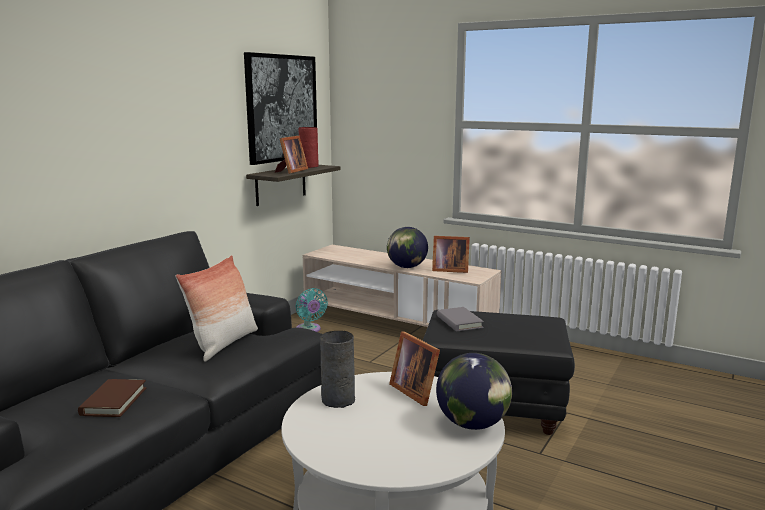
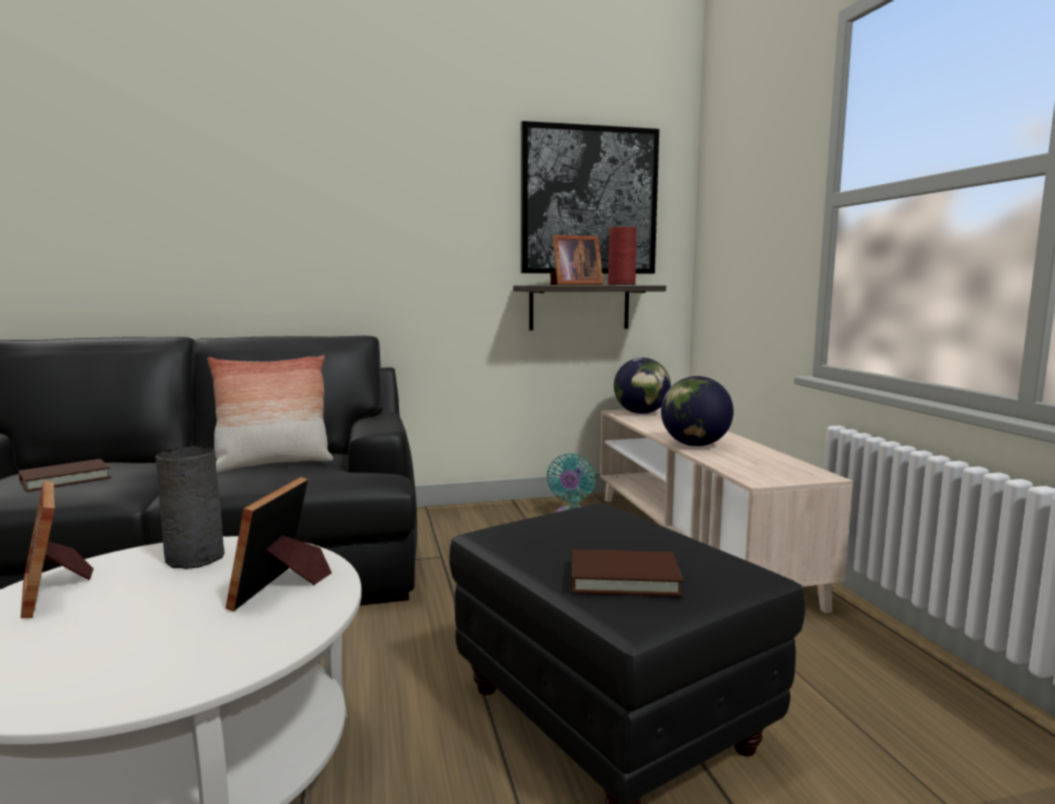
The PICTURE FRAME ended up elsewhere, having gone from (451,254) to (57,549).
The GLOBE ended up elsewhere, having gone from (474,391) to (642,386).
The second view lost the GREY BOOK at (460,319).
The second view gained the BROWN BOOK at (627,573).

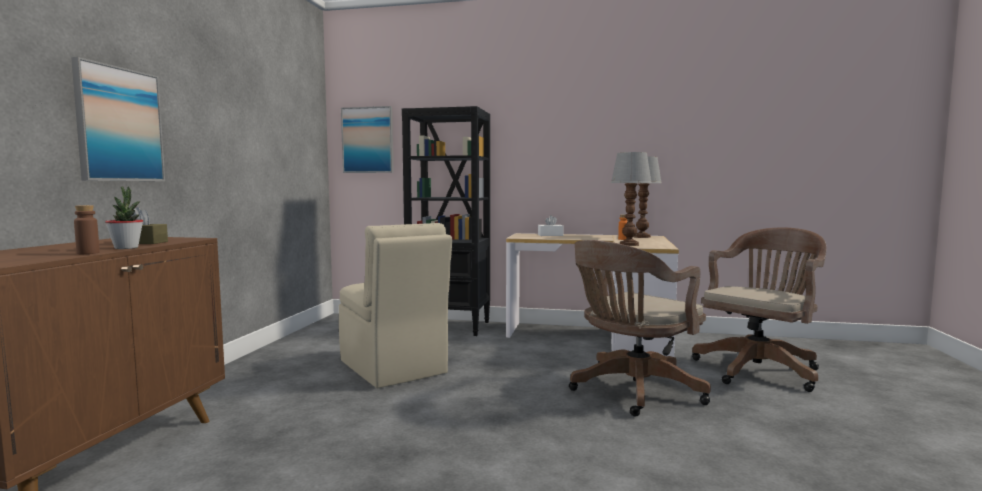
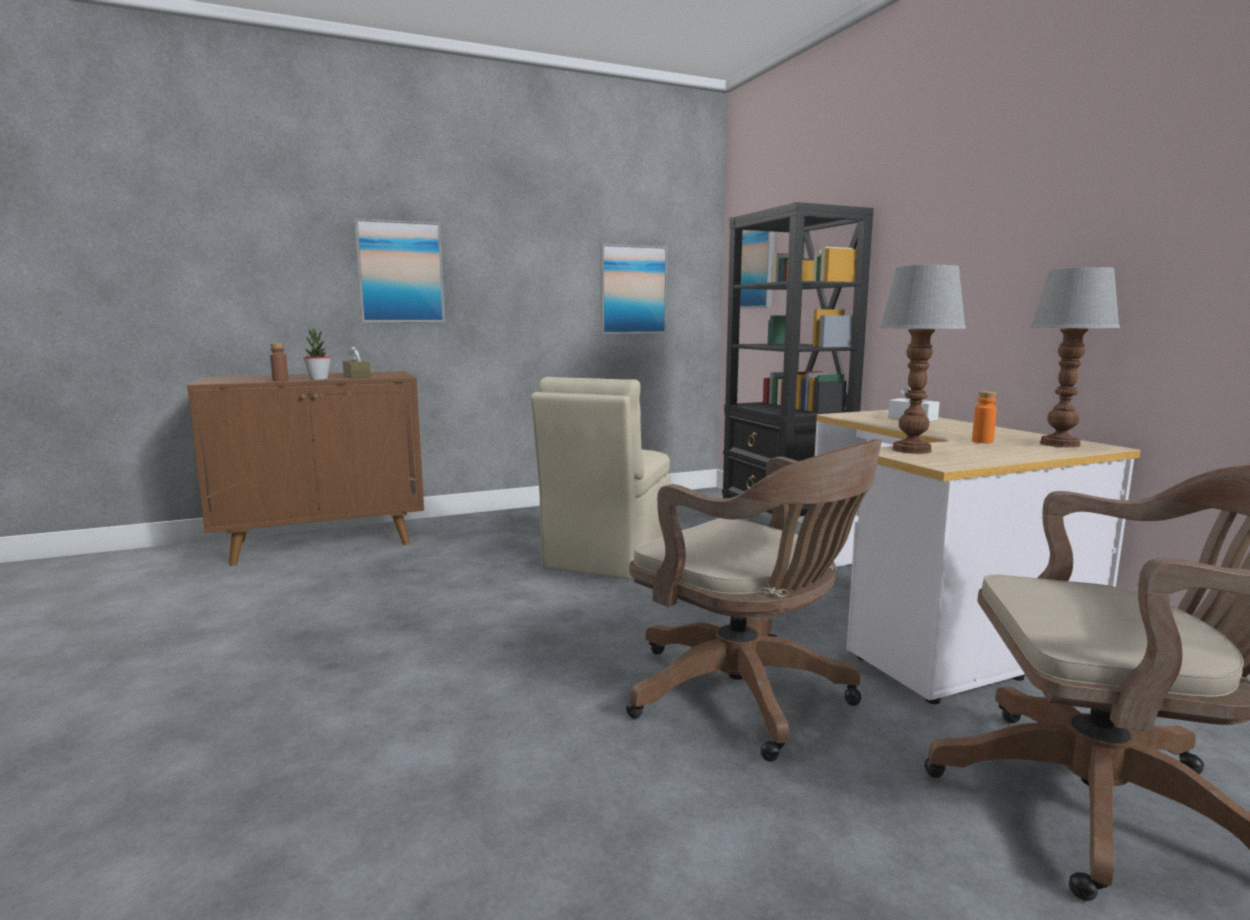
The BROWN OFFICE CHAIR at (640,328) ended up facing another way, 150 degrees counterclockwise from before.
The second view gained the PICTURE at (633,289).

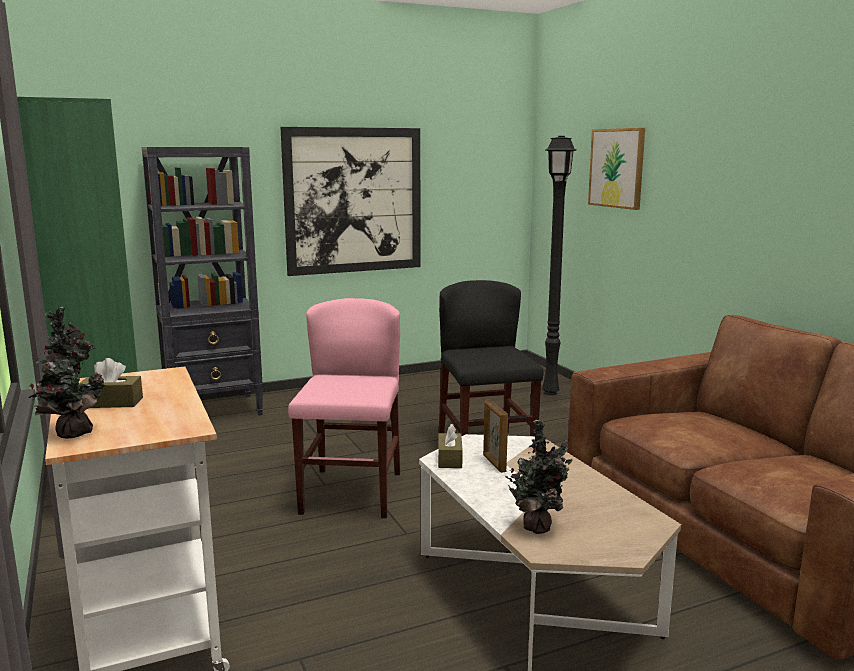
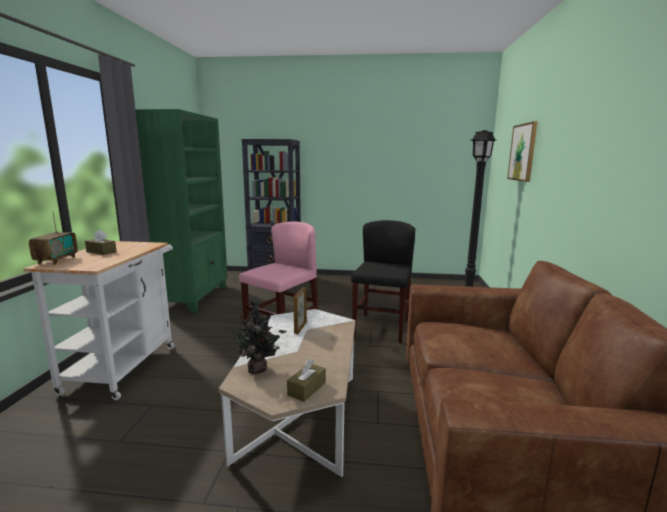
Where the POTTED PLANT stood at (66,372), the RADIO came to stand at (53,238).
The second view lost the PICTURE at (350,201).
The BROWN TISSUE BOX ended up elsewhere, having gone from (450,446) to (306,380).

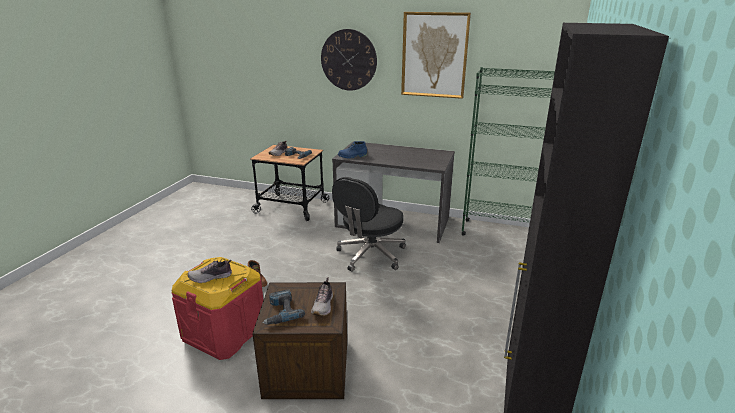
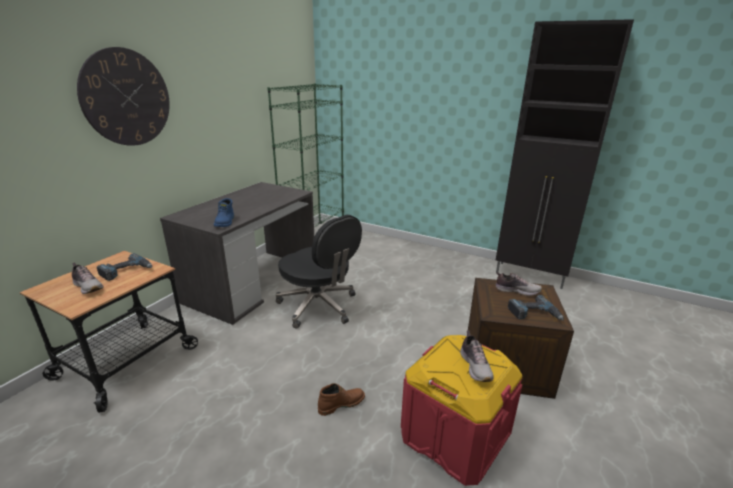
The second view lost the PICTURE at (436,55).

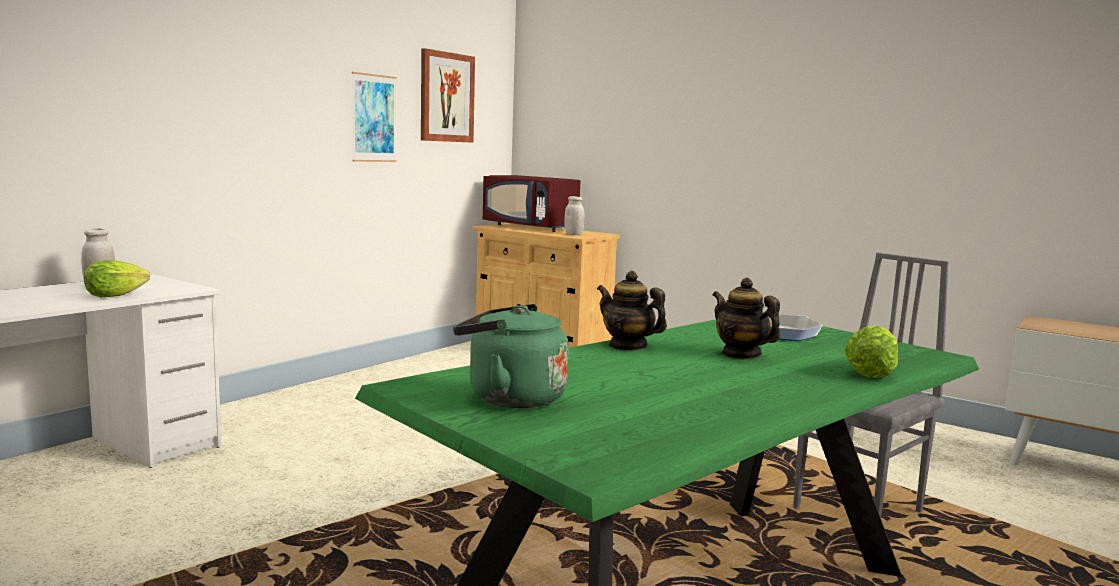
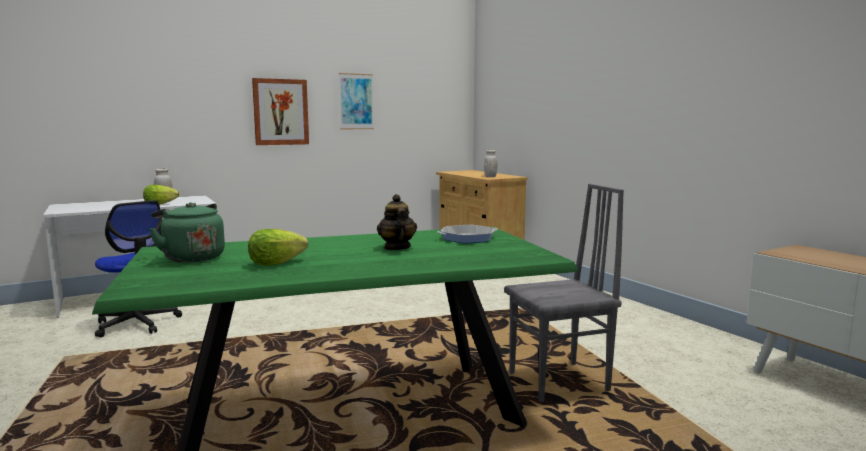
The PICTURE ended up elsewhere, having gone from (448,95) to (280,111).
The second view lost the RED MICROWAVE at (531,203).
The second view lost the TEAPOT at (632,311).
The LETTUCE ended up elsewhere, having gone from (871,352) to (278,247).
The second view gained the OFFICE CHAIR at (138,268).

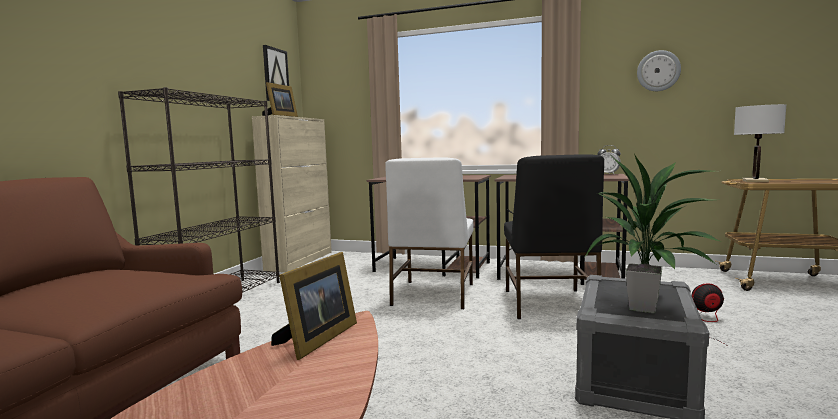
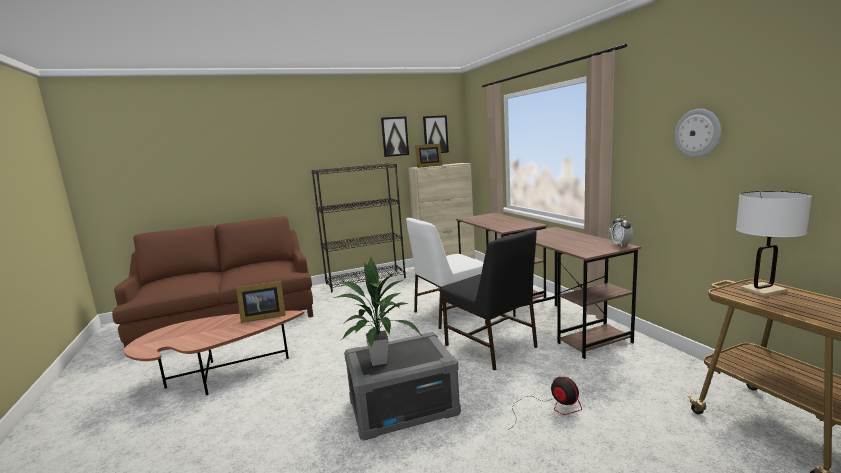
The BLACK CHAIR at (554,236) ended up facing another way, 90 degrees counterclockwise from before.
The second view gained the PICTURE at (395,136).

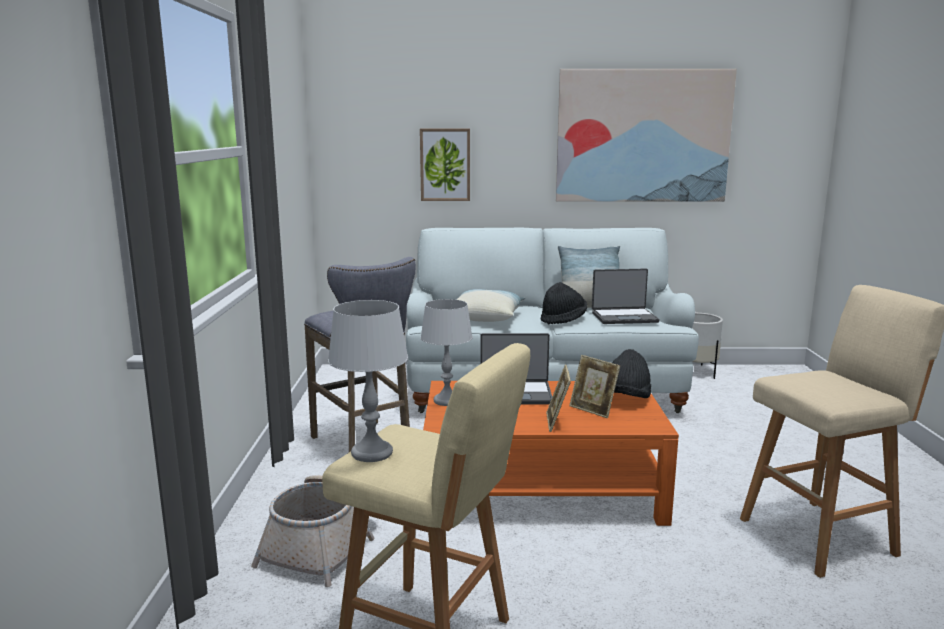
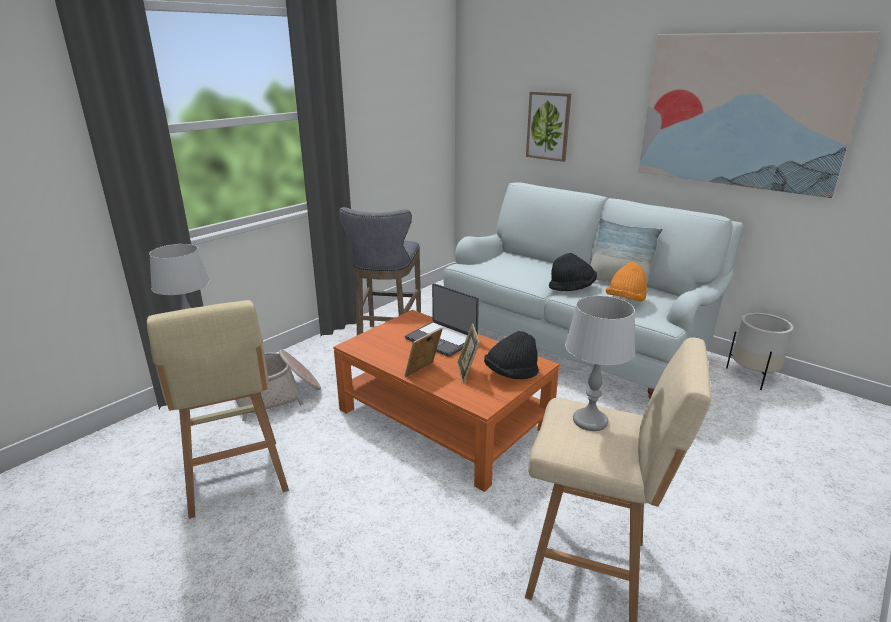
The GREY TABLE LAMP ended up elsewhere, having gone from (446,352) to (600,363).
The second view lost the PILLOW at (490,305).
Where the LAPTOP stood at (626,296), the ORANGE HAT came to stand at (626,281).

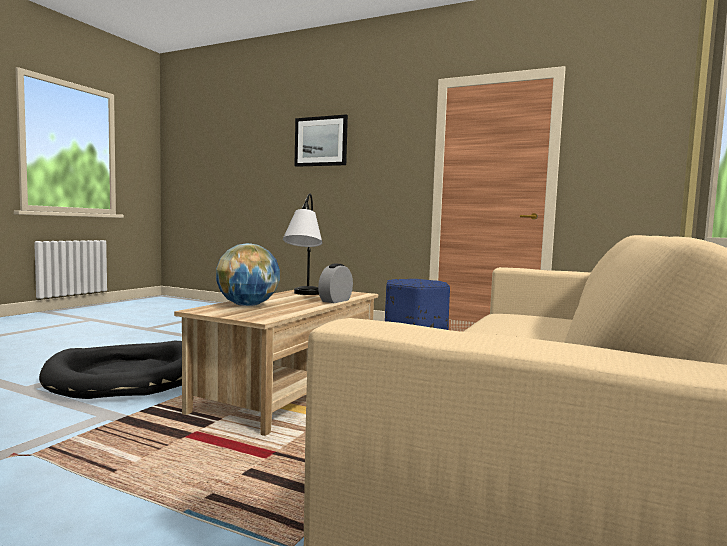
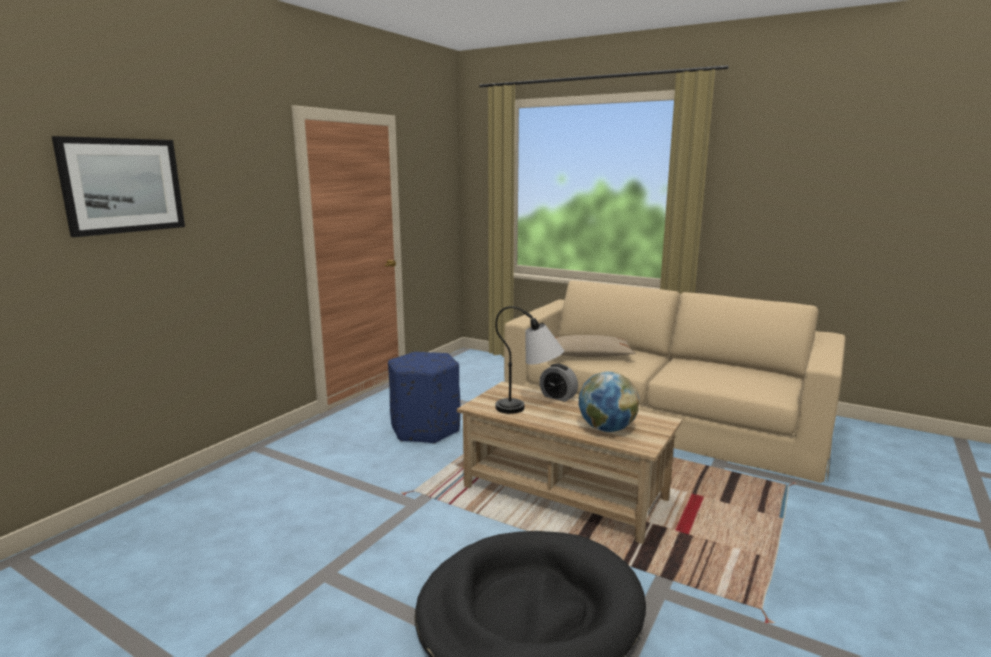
The second view gained the BEIGE PILLOW at (595,346).

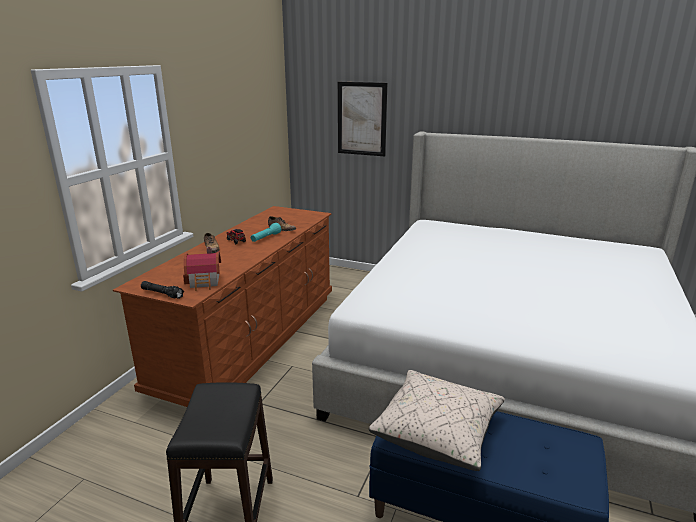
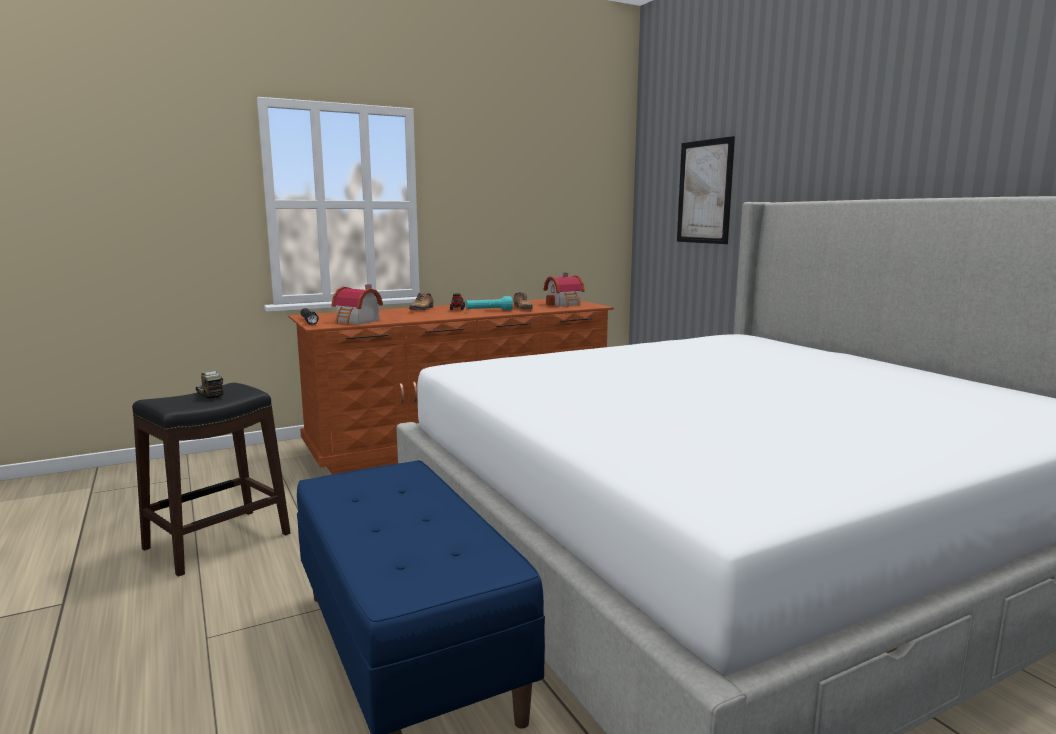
The second view lost the BEIGE PILLOW at (437,420).
The second view gained the TOY TRUCK at (210,385).
The second view gained the TOY HOUSE at (564,290).

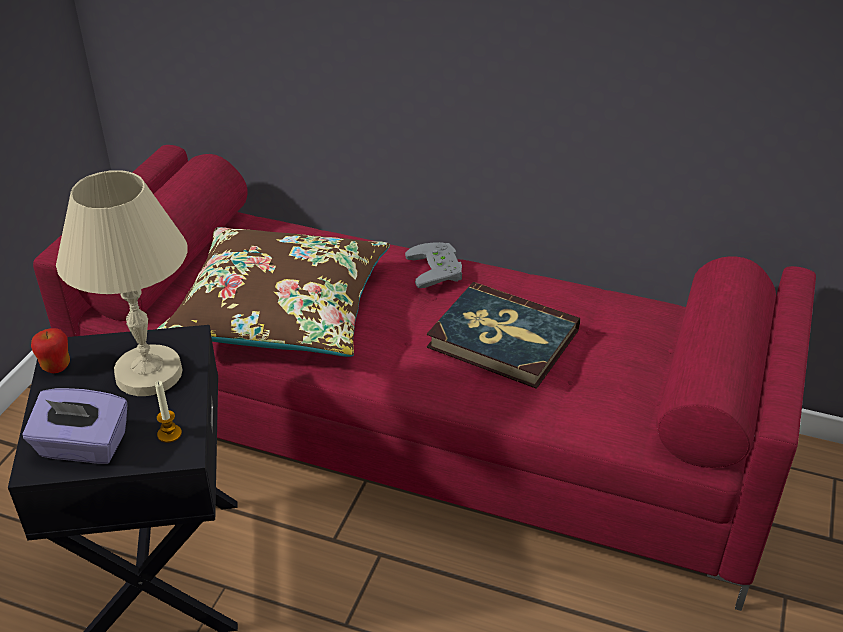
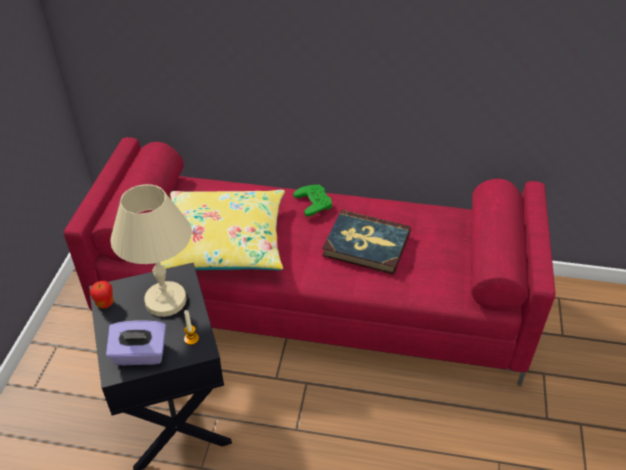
What was the BROWN PILLOW at (273,292) turned into the YELLOW PILLOW at (222,230).
What was the GREY GAME CONTROLLER at (433,265) turned into the GREEN GAME CONTROLLER at (312,201).

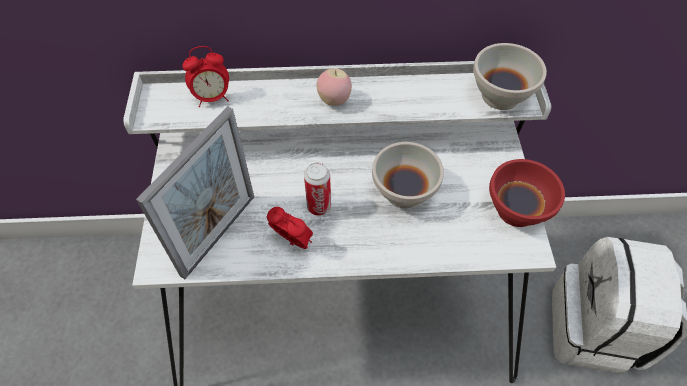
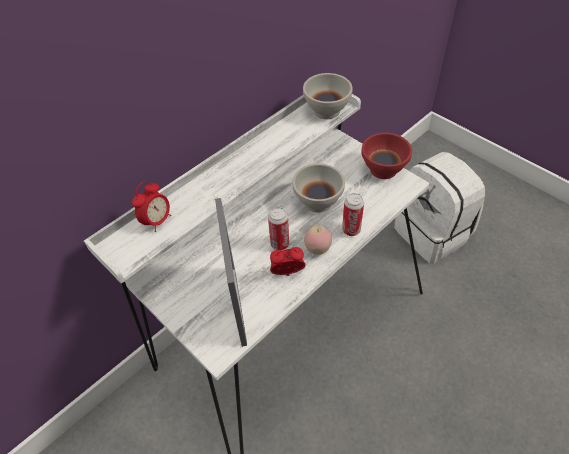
The APPLE ended up elsewhere, having gone from (334,87) to (318,240).
The second view gained the CAN at (353,214).

